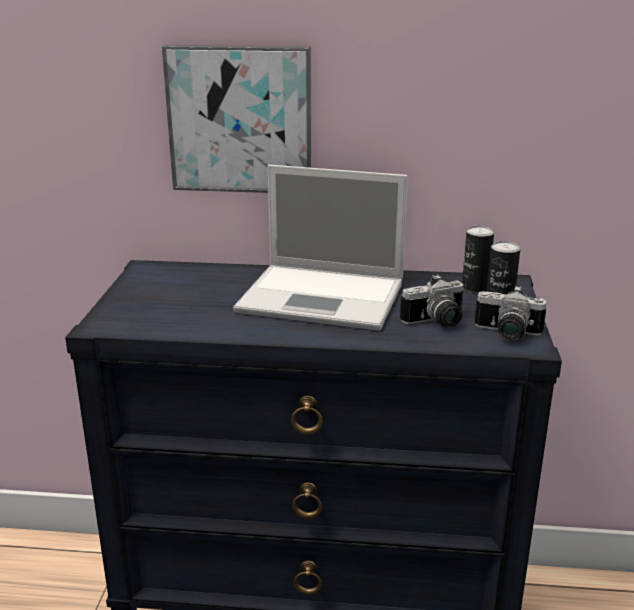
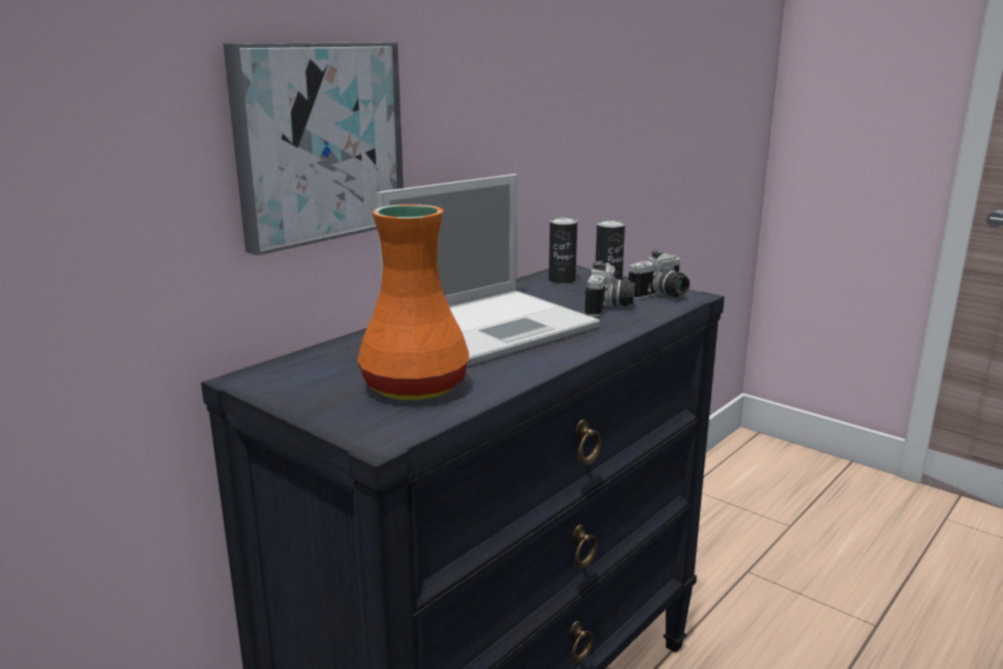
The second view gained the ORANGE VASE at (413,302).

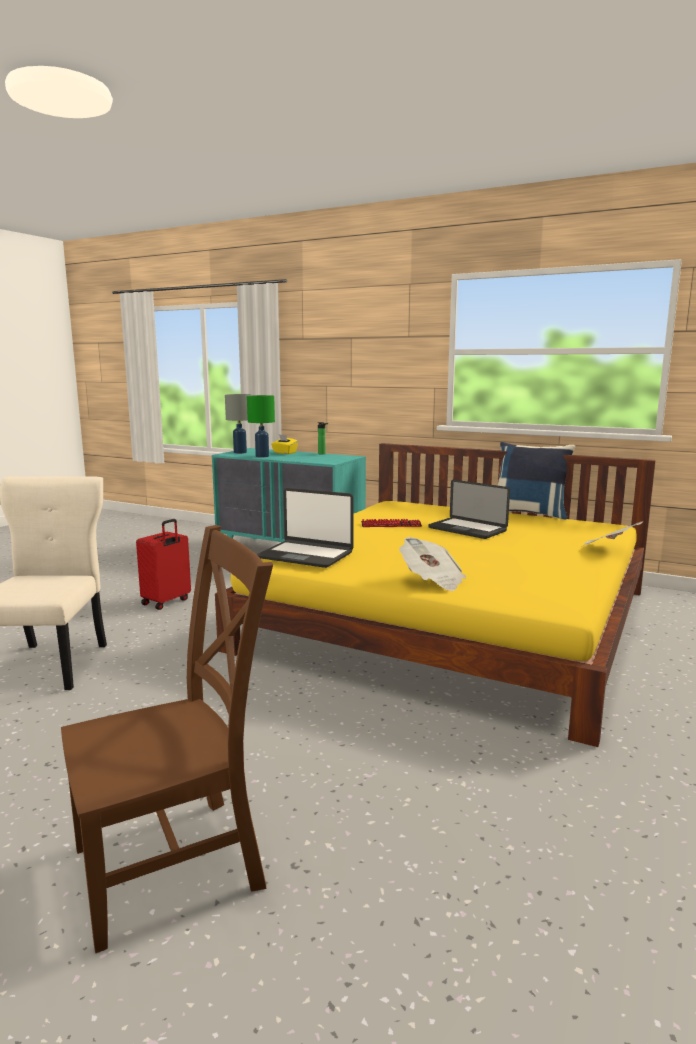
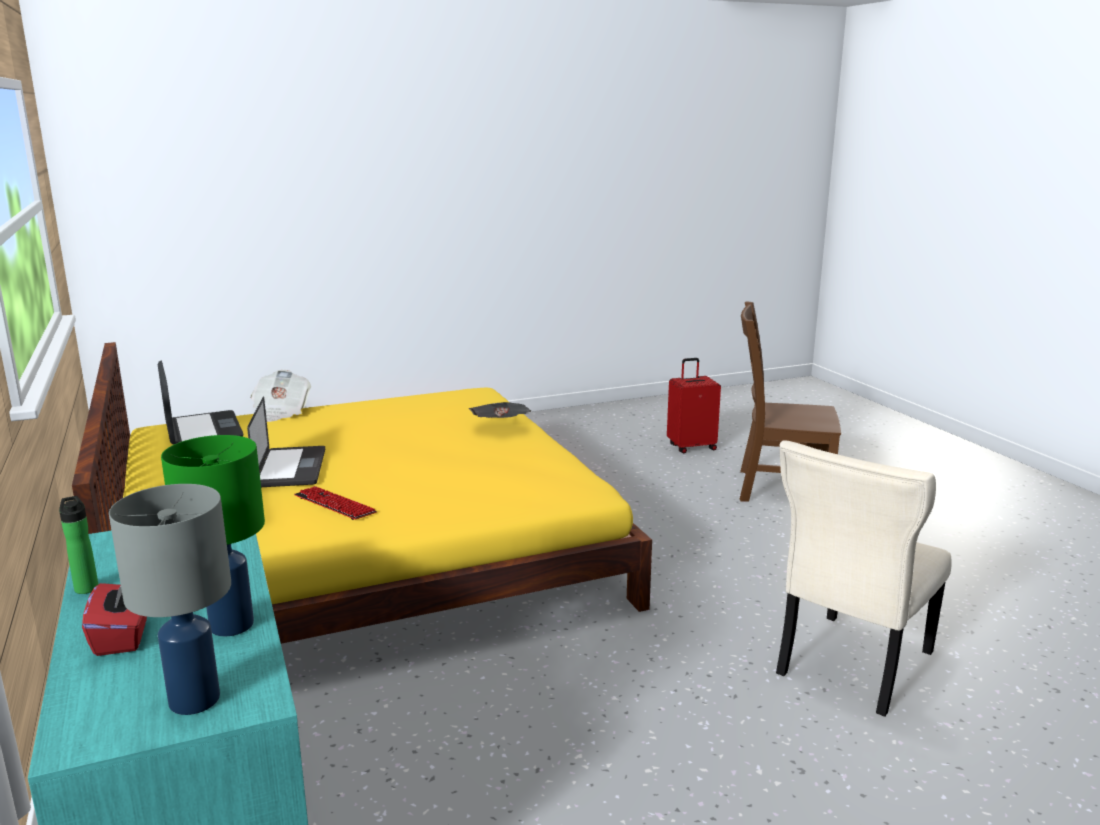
The RED SUITCASE ended up elsewhere, having gone from (163,564) to (694,406).
The LAPTOP ended up elsewhere, having gone from (305,528) to (200,402).
What was the YELLOW TISSUE BOX at (284,444) turned into the RED TISSUE BOX at (114,619).
The second view lost the BLUE PILLOW at (536,481).

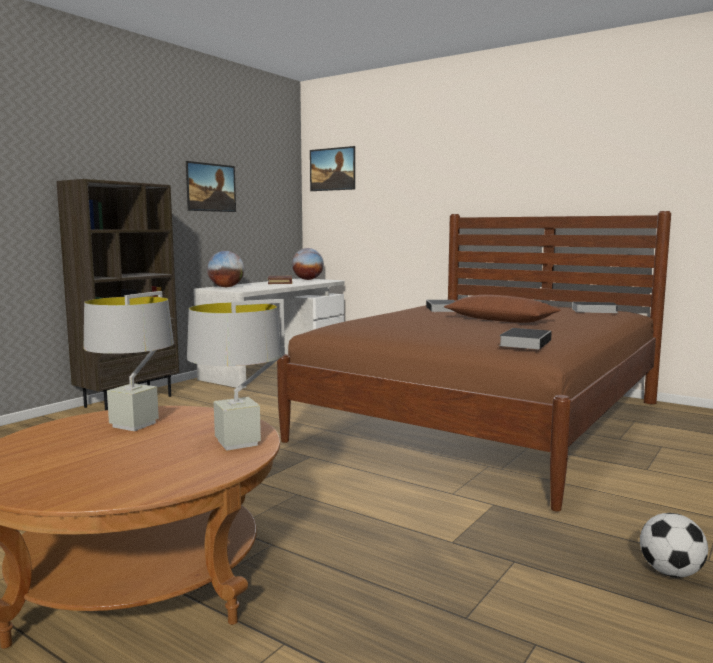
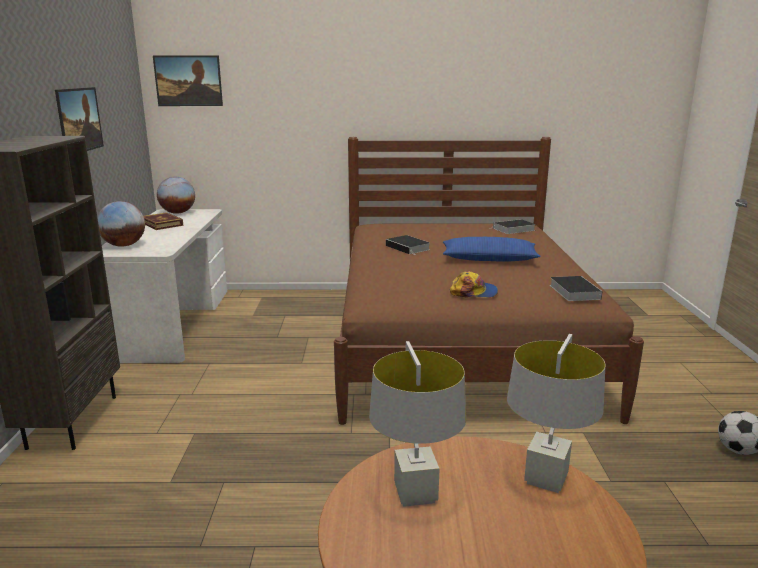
What was the BROWN PILLOW at (502,309) turned into the BLUE PILLOW at (491,249).
The second view gained the CAP at (474,284).

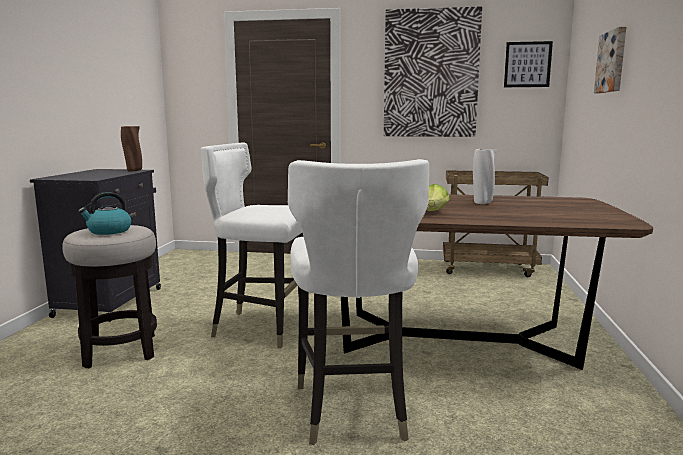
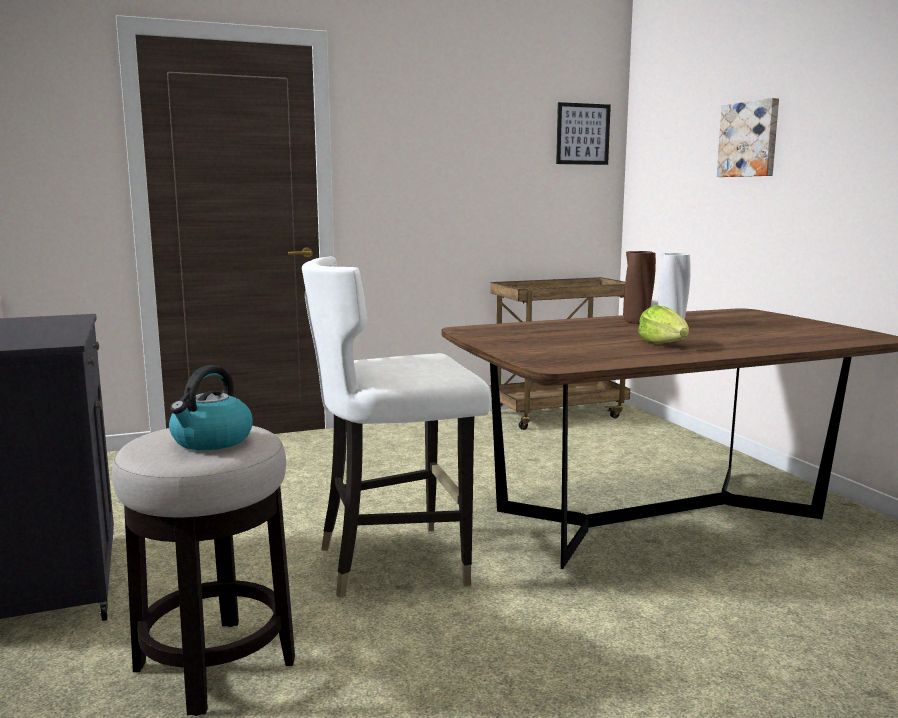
The BROWN VASE ended up elsewhere, having gone from (131,148) to (640,287).
The second view lost the WHITE CHAIR at (358,302).
The second view lost the PICTURE at (433,71).

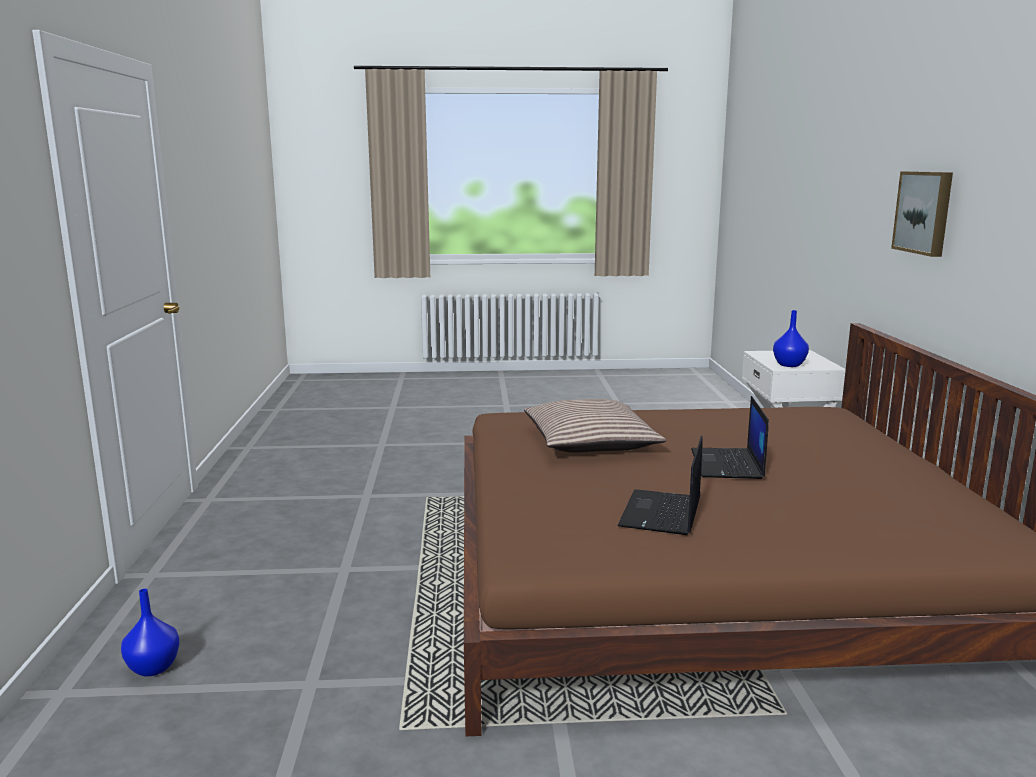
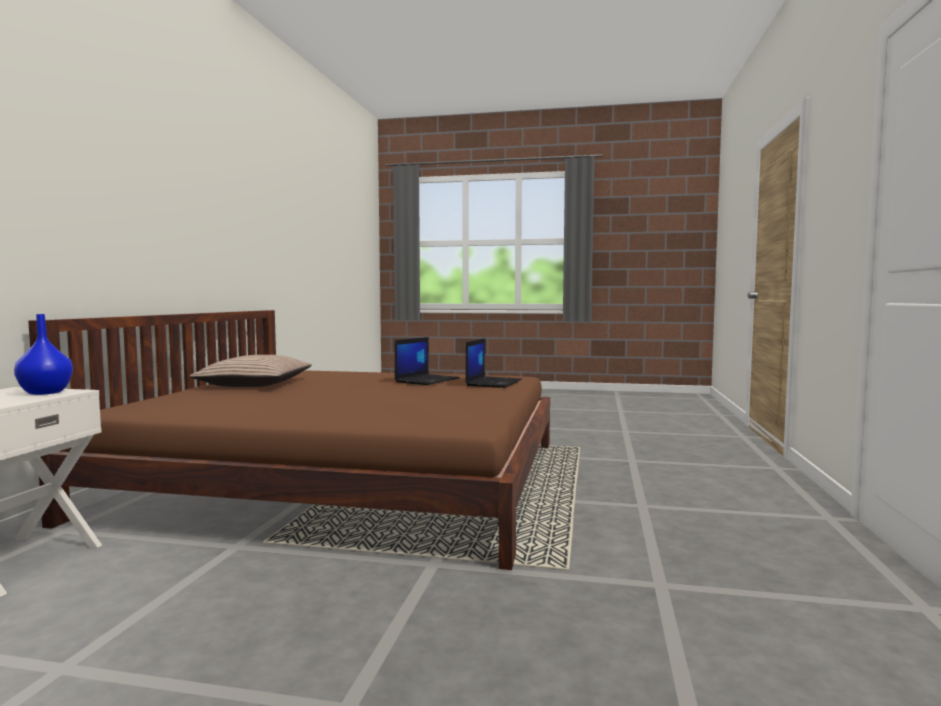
The second view lost the BLUE VASE at (150,633).
The PILLOW ended up elsewhere, having gone from (595,426) to (251,371).
The LAPTOP ended up elsewhere, having gone from (730,437) to (493,363).
The second view lost the PICTURE at (922,214).

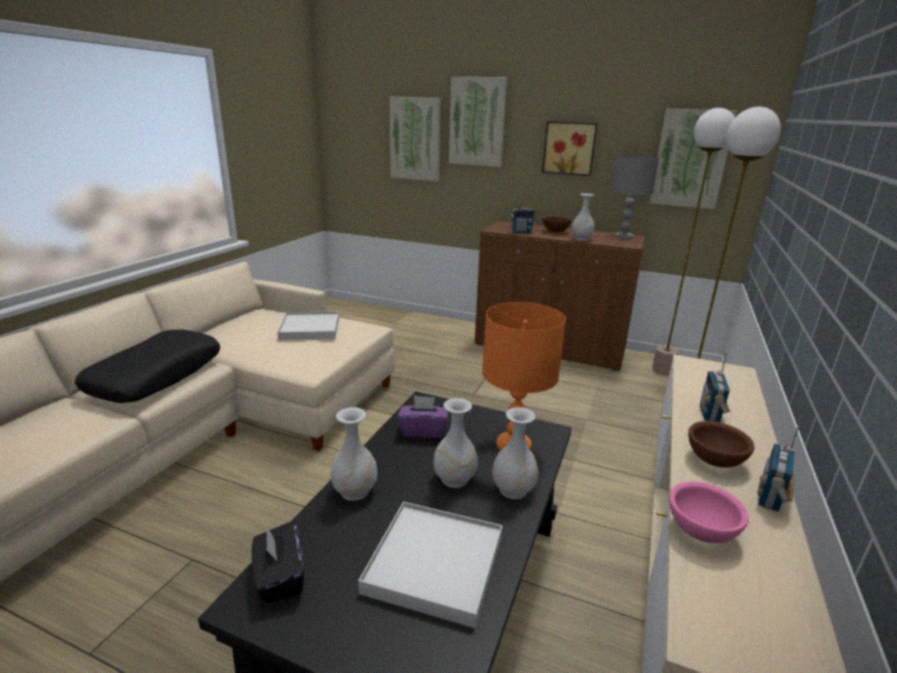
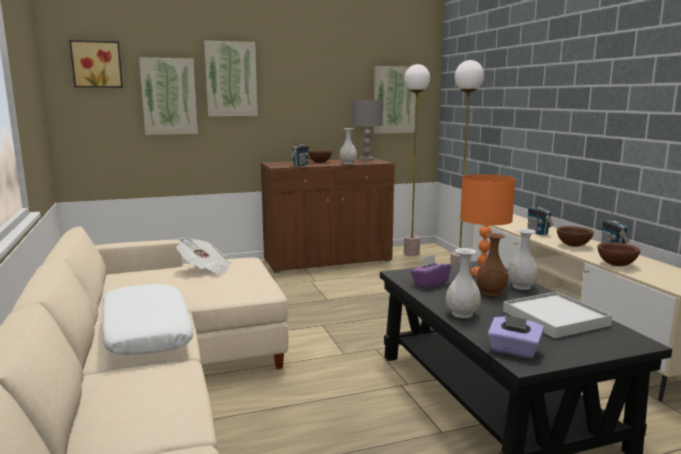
What was the BLACK PILLOW at (147,366) turned into the WHITE PILLOW at (147,319).
What was the BLACK TISSUE BOX at (278,562) turned into the PURPLE TISSUE BOX at (516,336).
Where the WHITE TRAY stood at (308,325), the NEWSPAPER came to stand at (203,256).
What was the WHITE VASE at (455,443) turned into the BROWN VASE at (492,264).
The PICTURE ended up elsewhere, having gone from (570,148) to (96,64).
What was the PINK BOWL at (709,512) turned into the BROWN BOWL at (619,254).

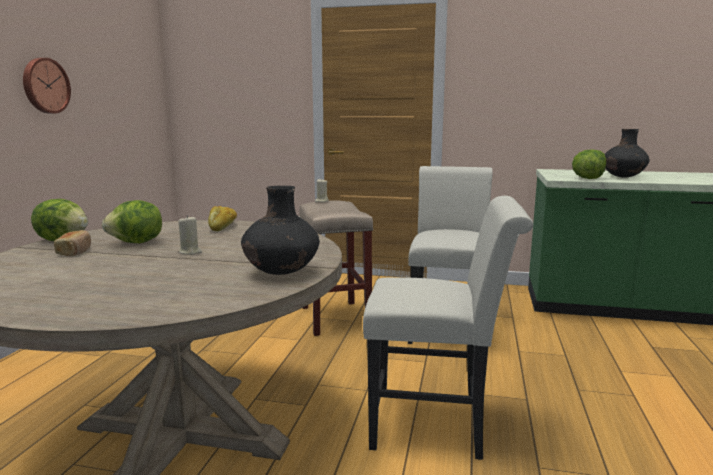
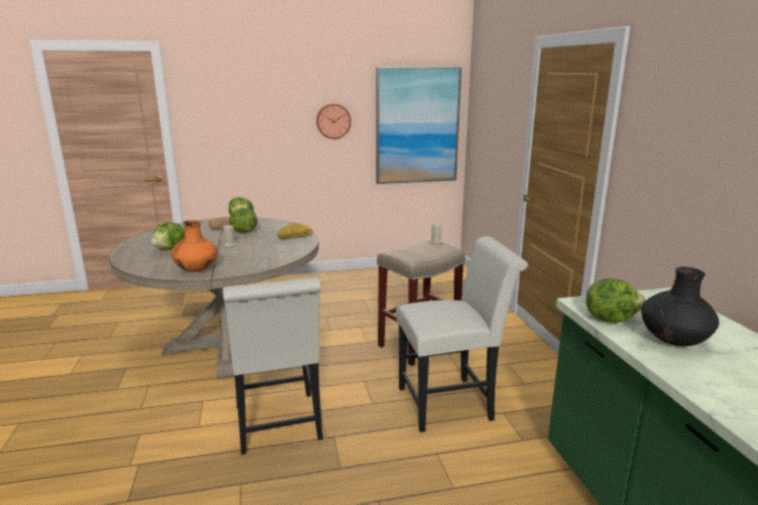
What was the BLACK VASE at (280,230) turned into the ORANGE VASE at (194,246).
The second view gained the LETTUCE at (168,236).
The second view gained the PICTURE at (419,125).

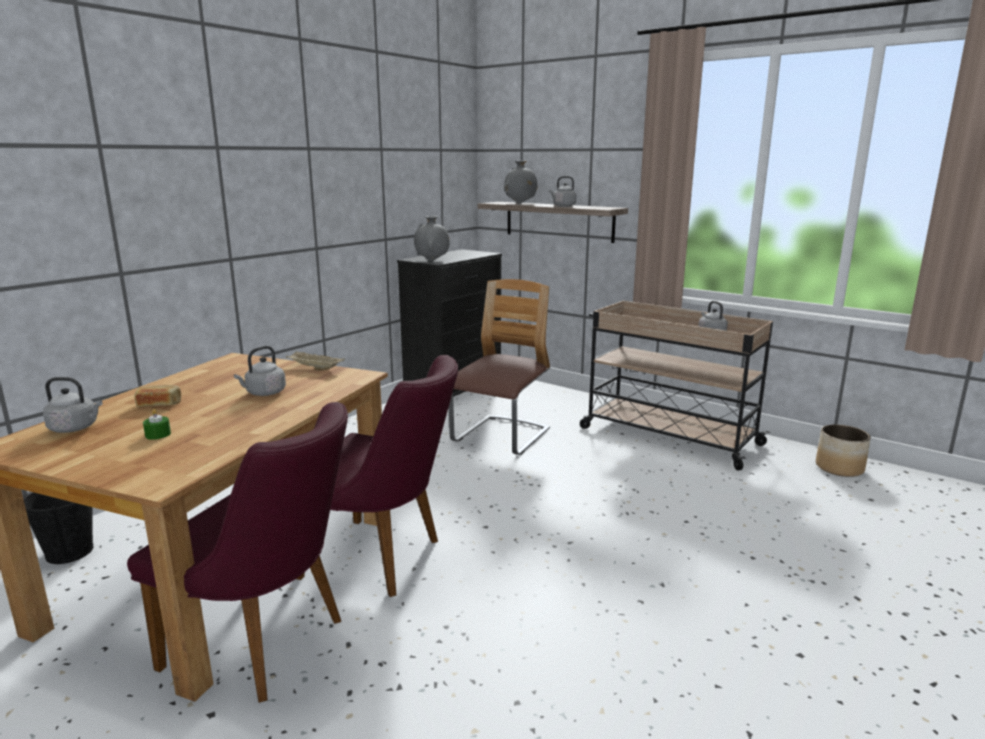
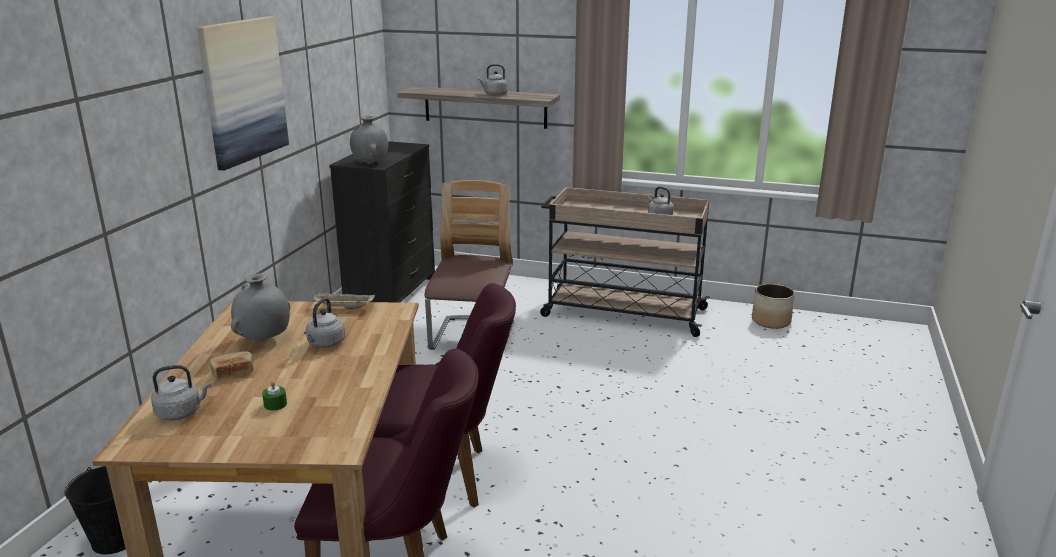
The GREY VASE ended up elsewhere, having gone from (520,182) to (260,307).
The second view gained the PICTURE at (243,93).

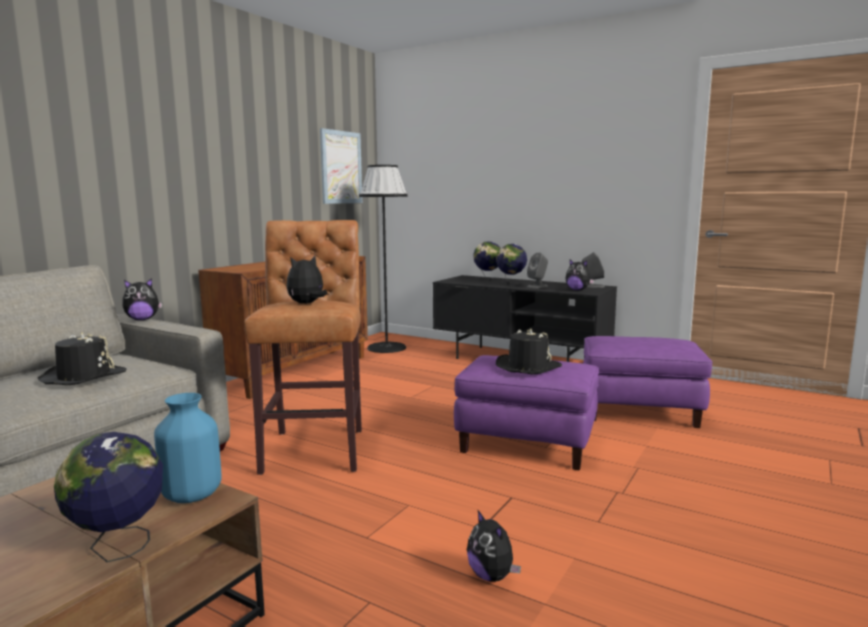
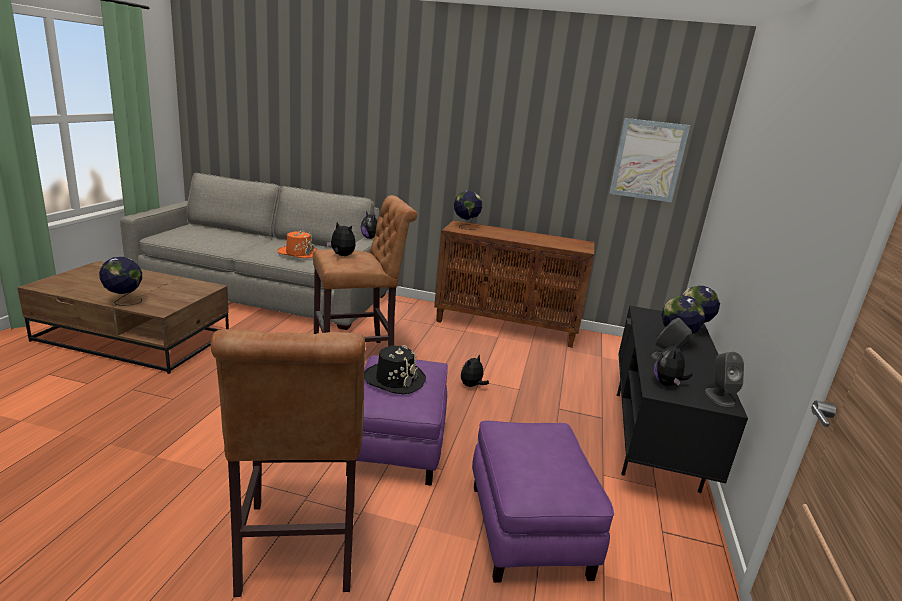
What was the BLACK HAT at (82,358) turned into the ORANGE HAT at (297,244).
The second view lost the BLUE VASE at (188,448).
The second view lost the BLACK FLOOR LAMP at (383,259).
The PLUSH TOY ended up elsewhere, having gone from (494,545) to (475,370).
The second view gained the BROWN STOOL at (288,463).
The second view gained the GLOBE at (468,210).

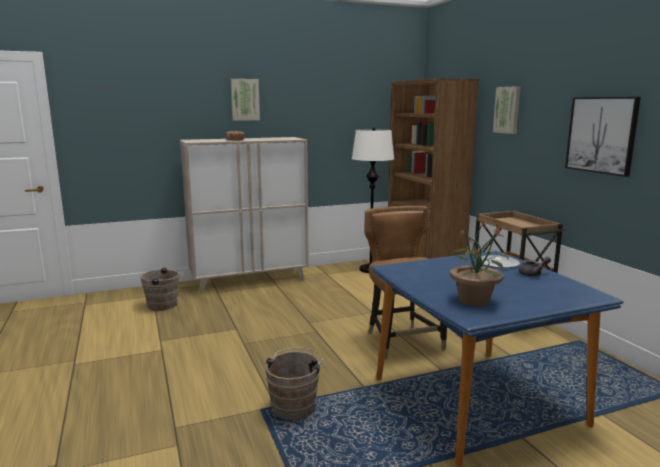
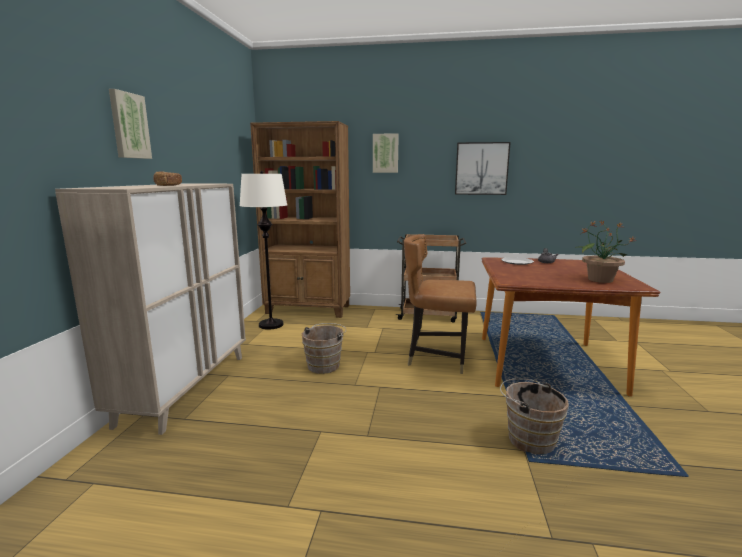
The BROWN BUCKET ended up elsewhere, having gone from (162,289) to (324,348).
What was the BLUE DINING TABLE at (497,359) turned into the BROWN DINING TABLE at (571,327).

